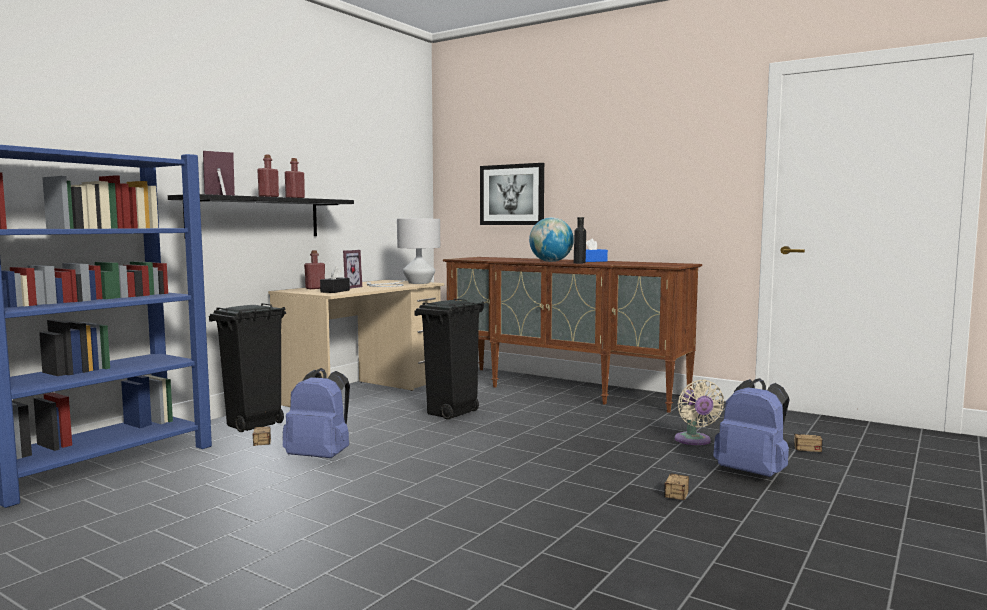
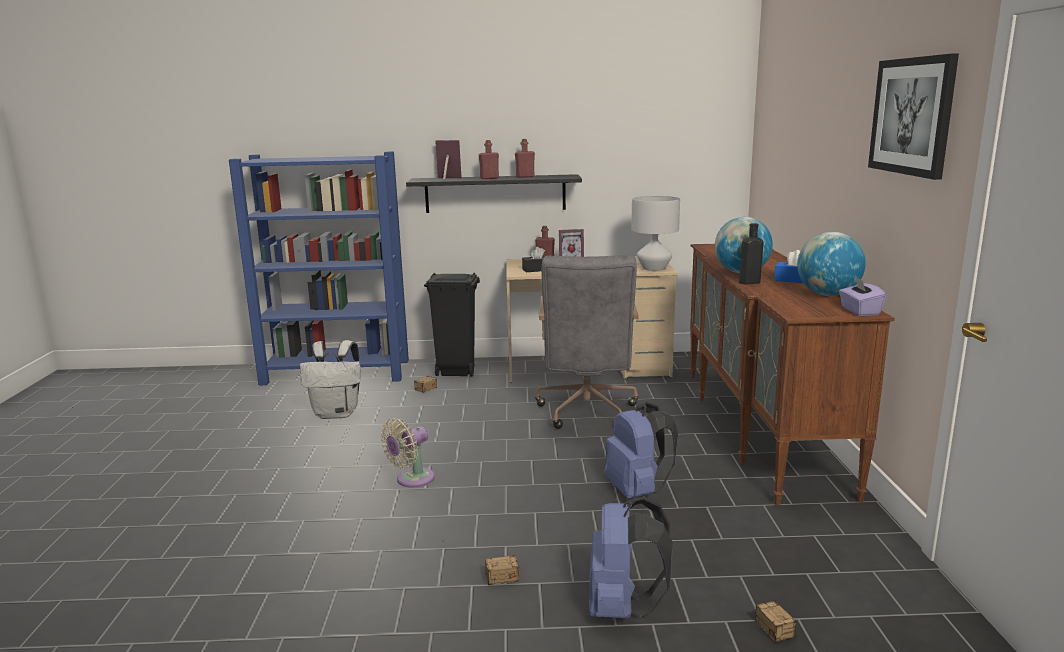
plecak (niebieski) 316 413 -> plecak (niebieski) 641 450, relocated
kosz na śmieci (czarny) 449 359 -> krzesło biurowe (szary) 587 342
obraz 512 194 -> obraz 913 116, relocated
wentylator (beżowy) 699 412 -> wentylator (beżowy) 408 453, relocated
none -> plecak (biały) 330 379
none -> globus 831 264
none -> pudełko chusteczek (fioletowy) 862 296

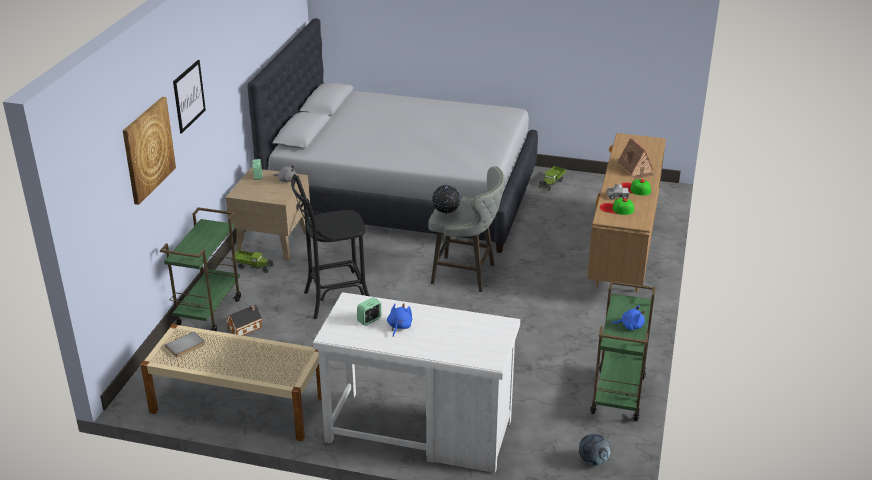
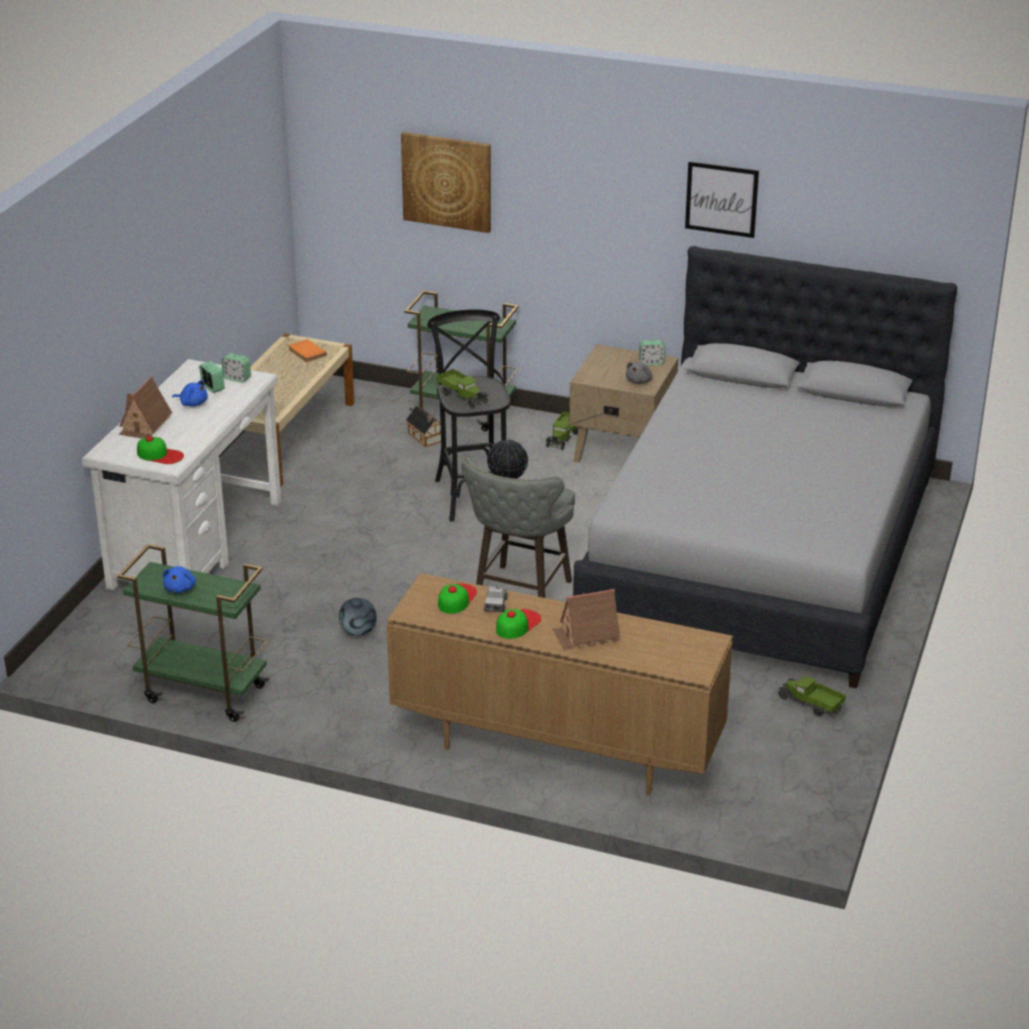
książka (szary) 185 344 -> książka (pomarańczowy) 307 350
obraz 189 96 -> obraz 722 199, relocated
piłka futbolowa 595 450 -> piłka futbolowa 358 617, relocated
none -> domek 145 407
none -> czapka z daszkiem 160 450
none -> budzik 236 368
none -> ciężarówka zabawkowa 462 389

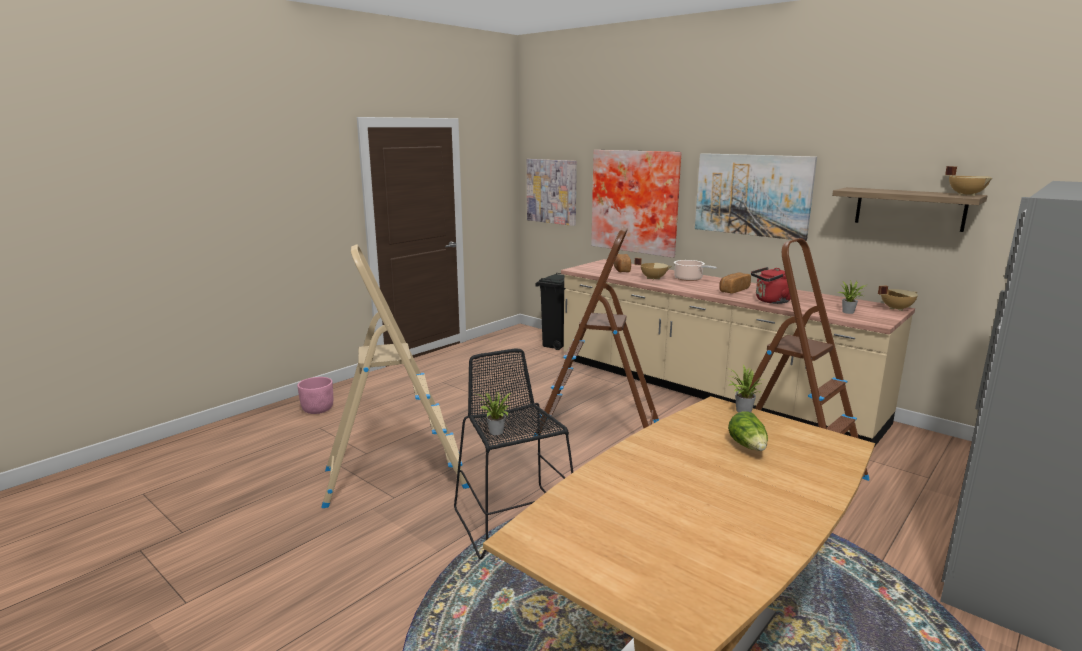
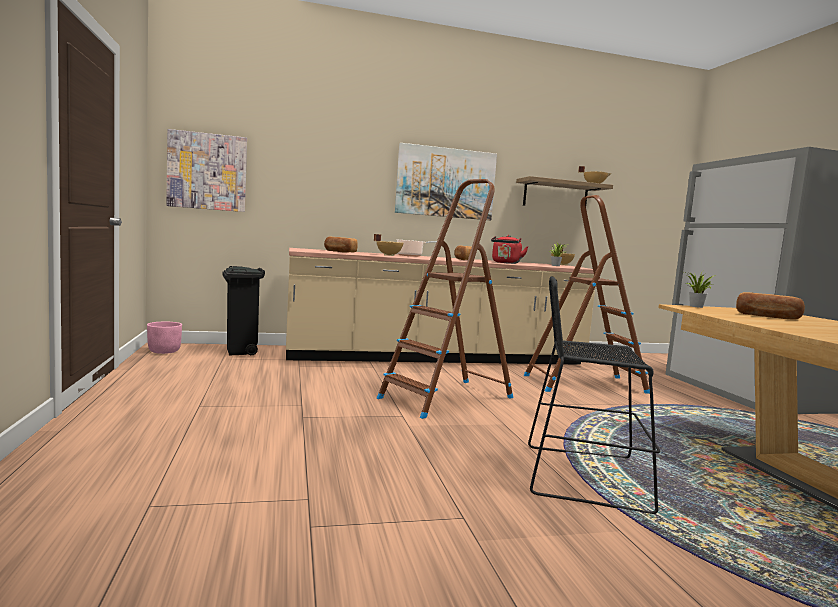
donica (różowy) 315 395 -> donica (różowy) 164 338, relocated
drabinka (beżowy) 395 376 -> none
roślina doniczkowa 495 413 -> none
obraz 636 204 -> none
sałata 748 431 -> chleb 770 305

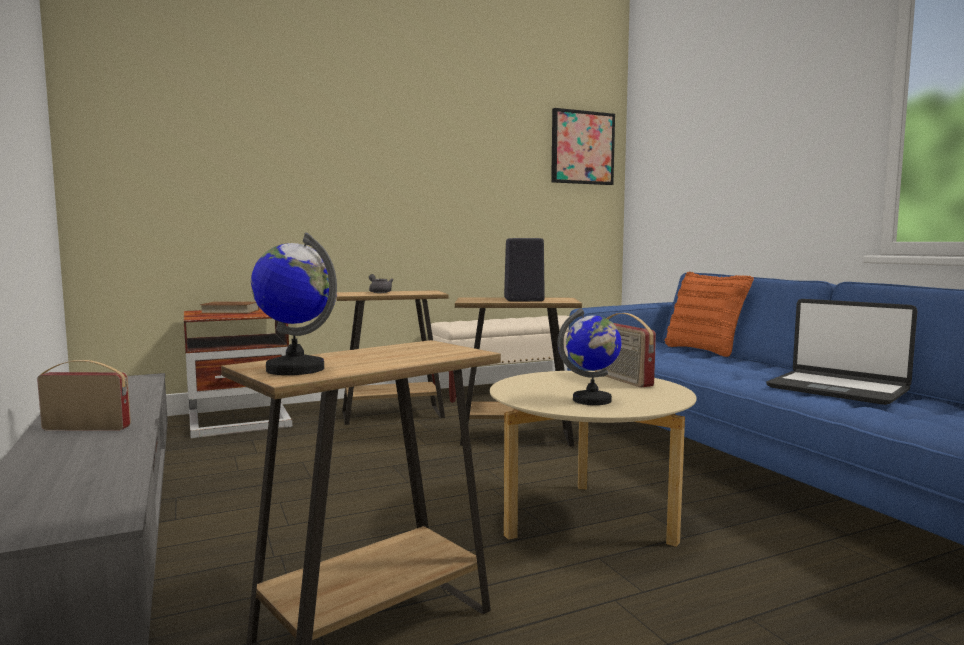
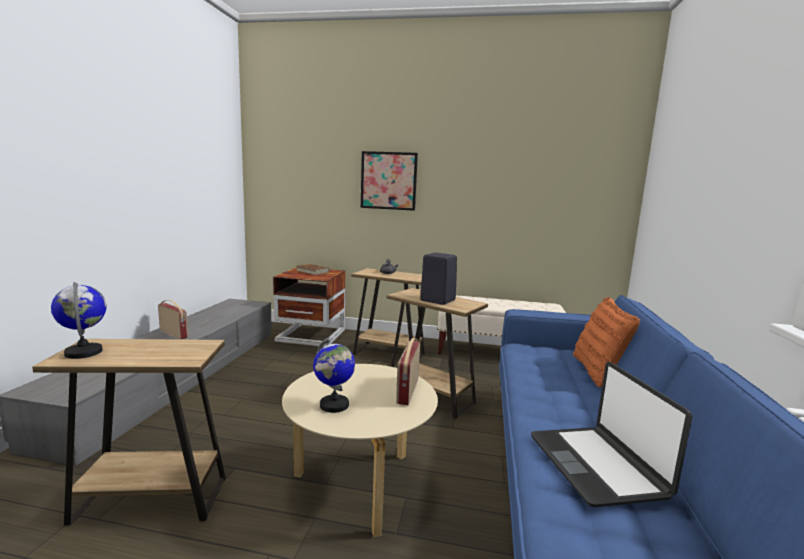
obraz 583 146 -> obraz 389 181, relocated

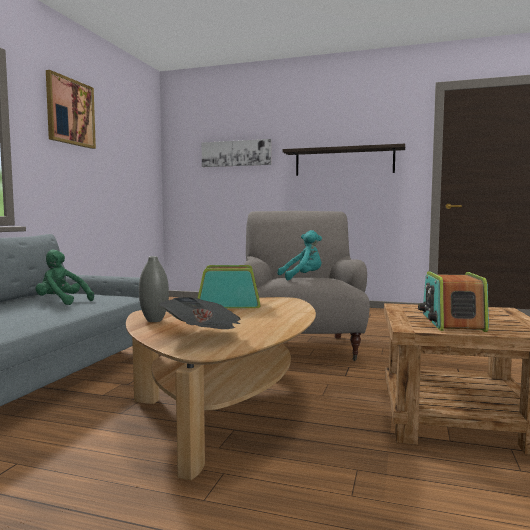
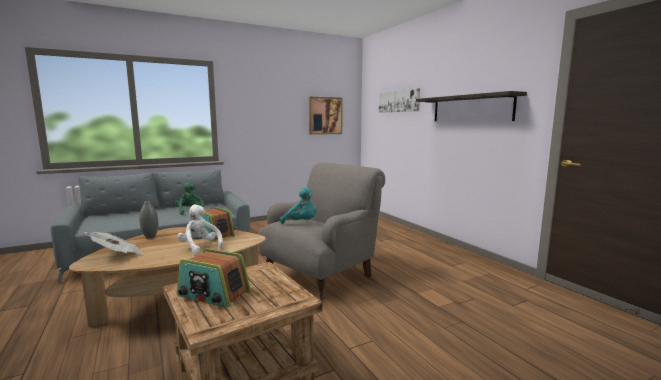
obraz 71 109 -> obraz 326 116, relocated
radio 453 301 -> radio 213 278, 120 degrees counterclockwise
none -> pluszak (biały) 200 229

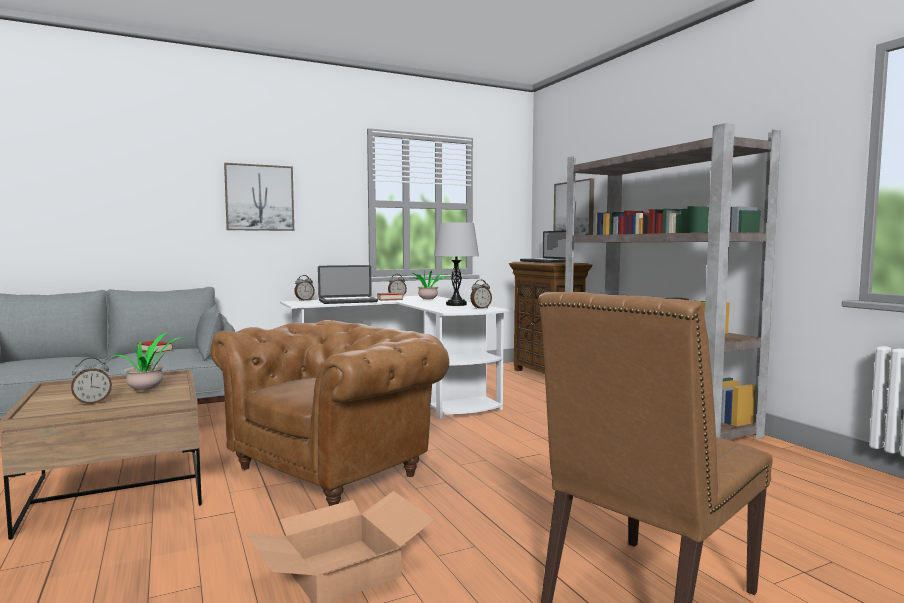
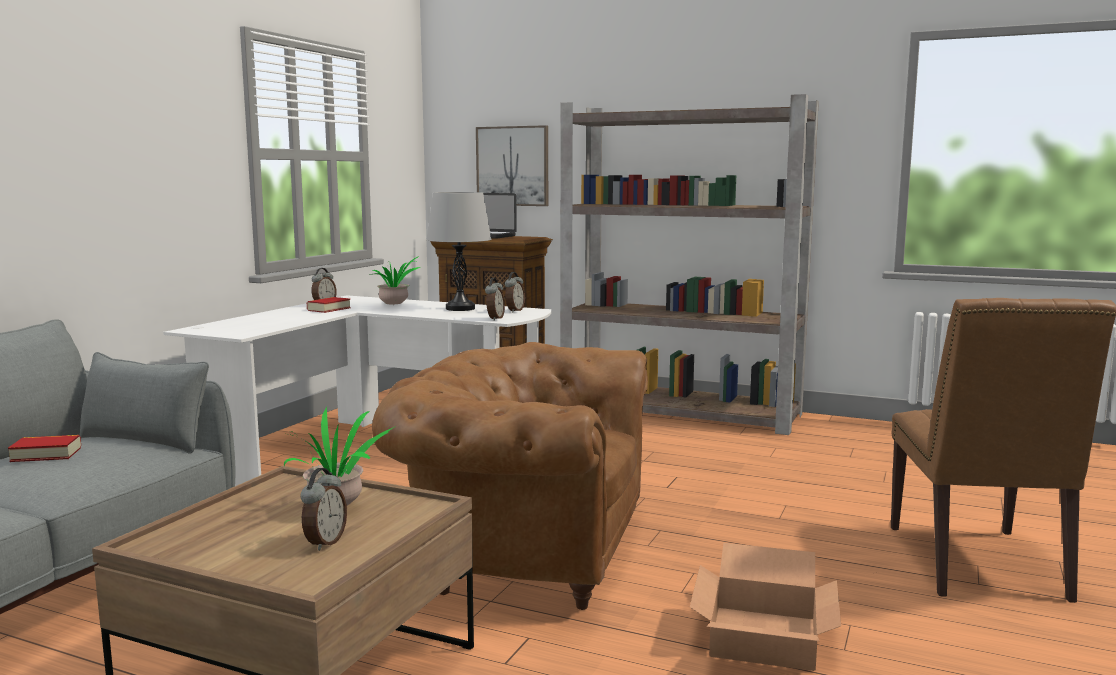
fotel (brązowy) 329 413 -> fotel (brązowy) 510 476, 75 degrees counterclockwise
obraz 259 197 -> none
budzik 304 288 -> budzik 495 299, relocated
laptop 348 284 -> none

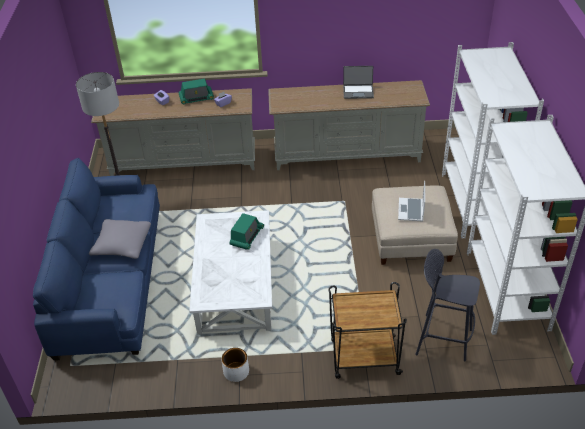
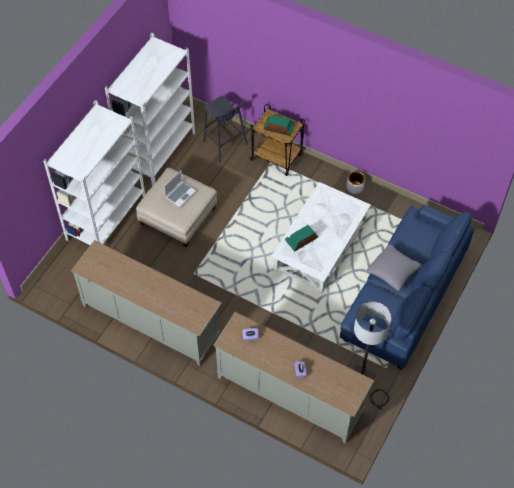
radio 196 91 -> radio 279 125, relocated
laptop 358 82 -> none

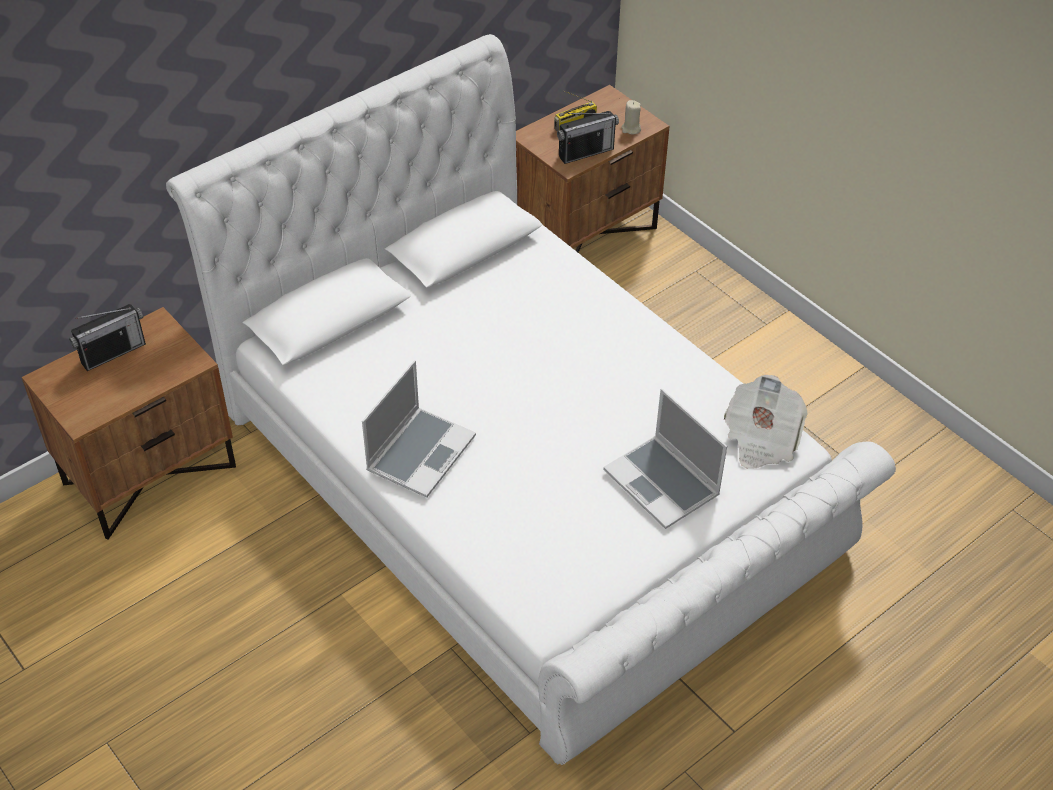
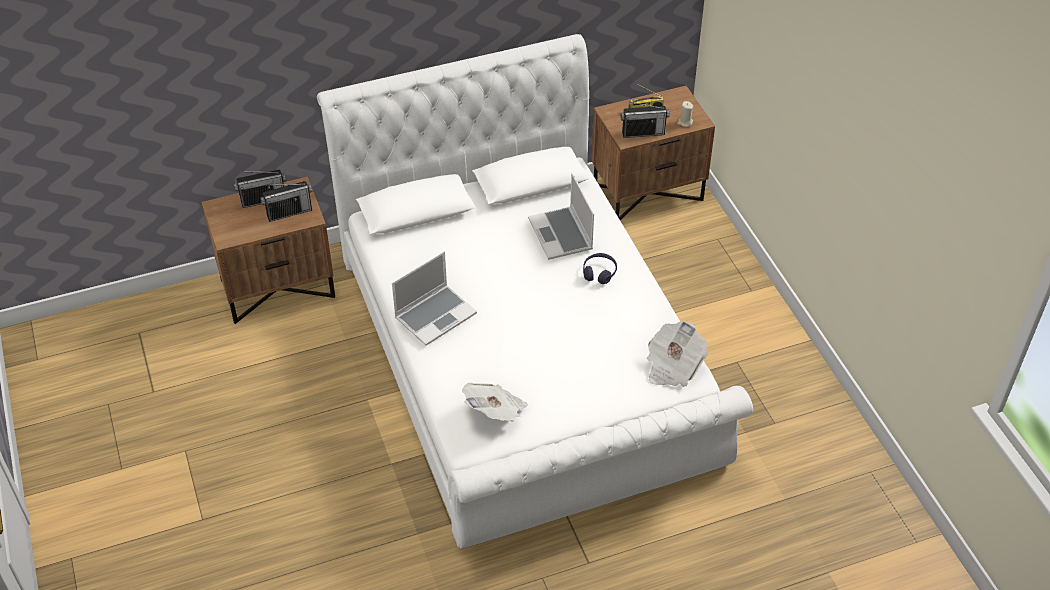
laptop 665 459 -> laptop 561 216, relocated
none -> radio 286 201
none -> gazeta 495 402
none -> słuchawki (fioletowy) 600 268

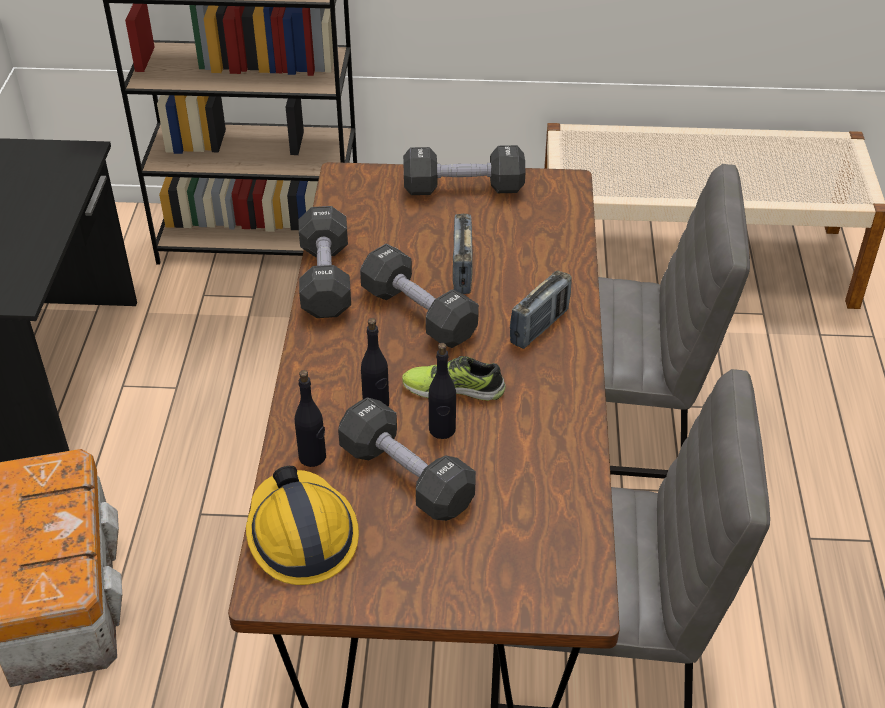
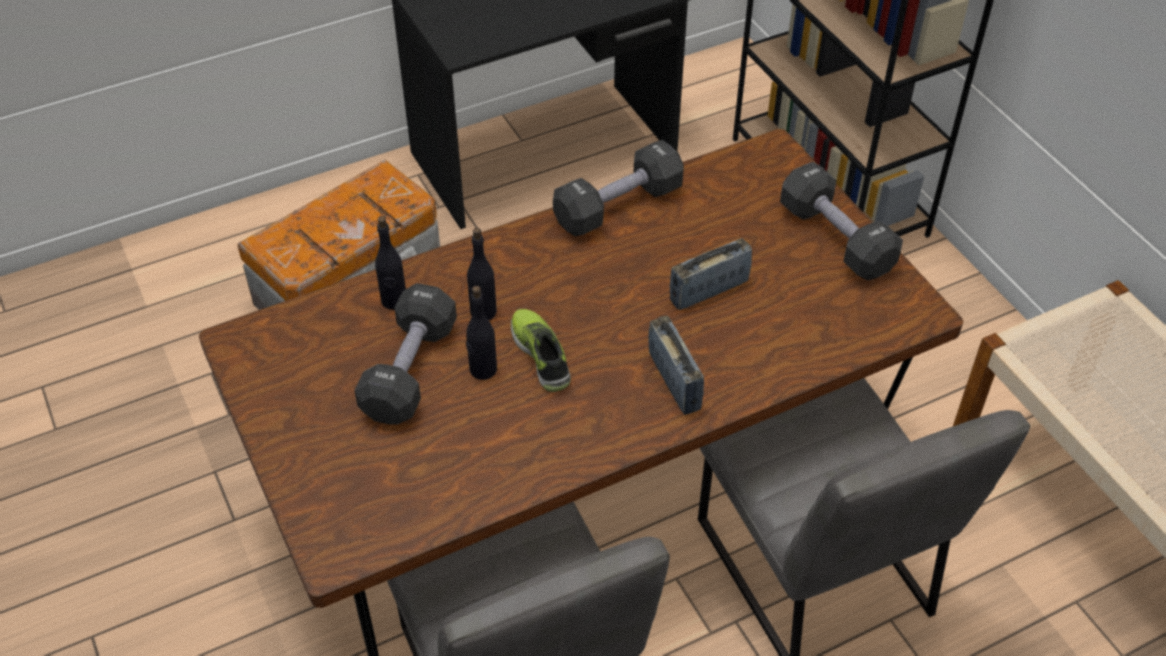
kask 302 525 -> none
hantel (czarny) 419 296 -> none
radio 541 309 -> radio 676 365, 120 degrees counterclockwise

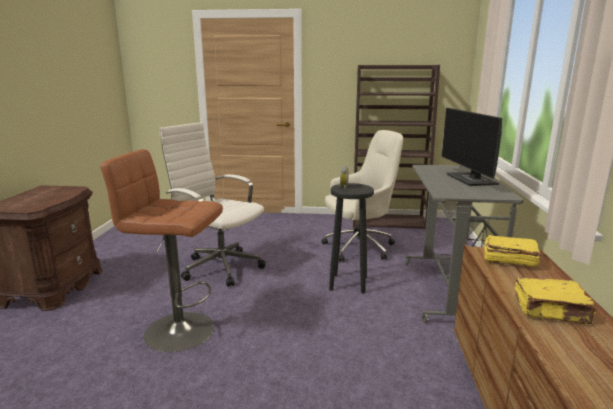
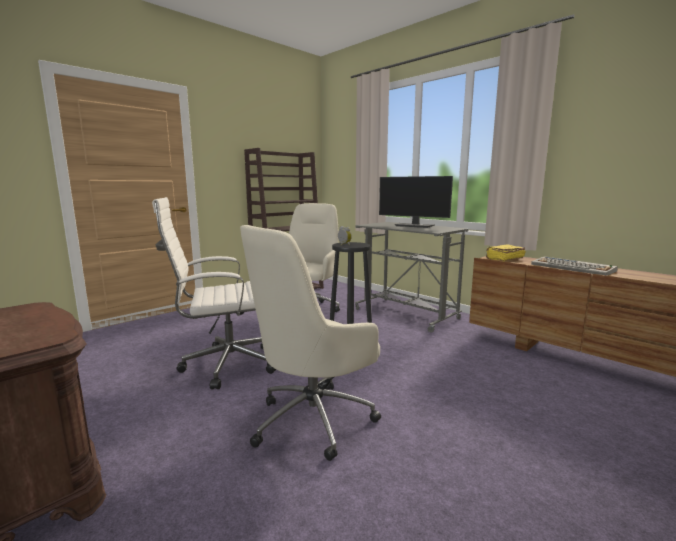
stołek (brązowy) 161 250 -> krzesło biurowe (beżowy) 310 343
książka (żółty) 555 300 -> klawiatura 574 266

